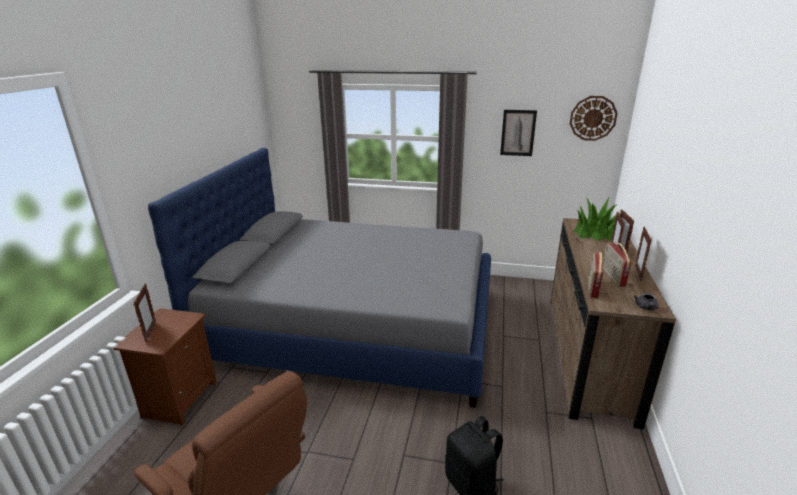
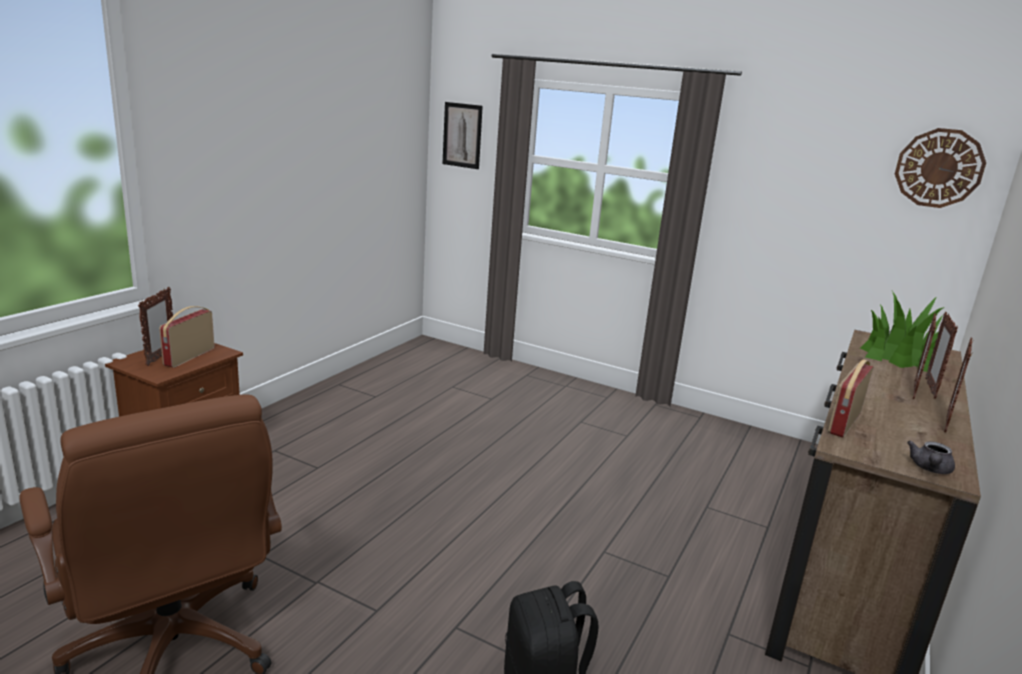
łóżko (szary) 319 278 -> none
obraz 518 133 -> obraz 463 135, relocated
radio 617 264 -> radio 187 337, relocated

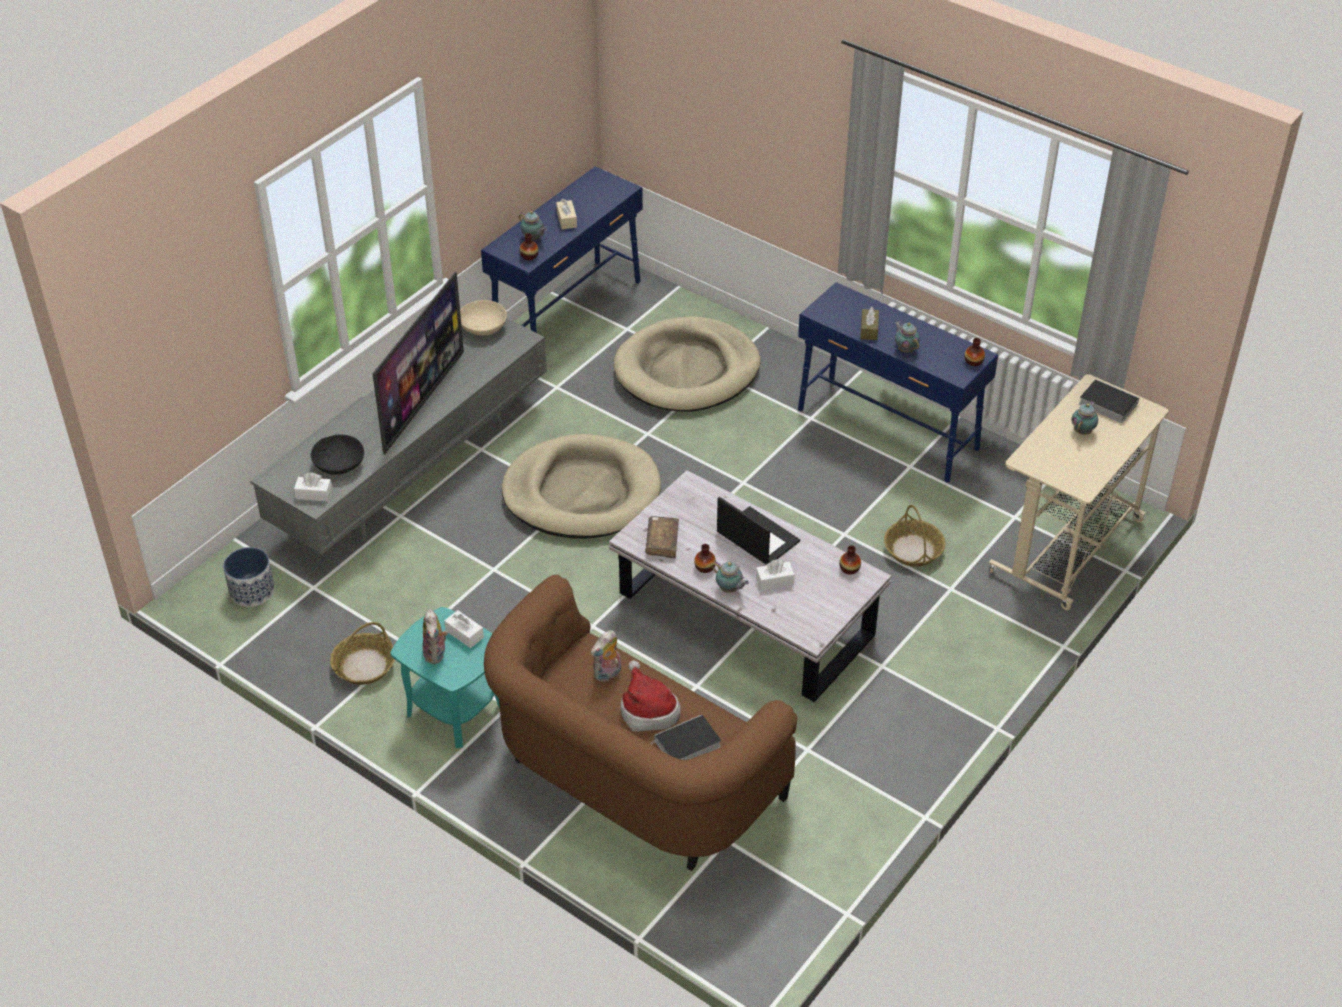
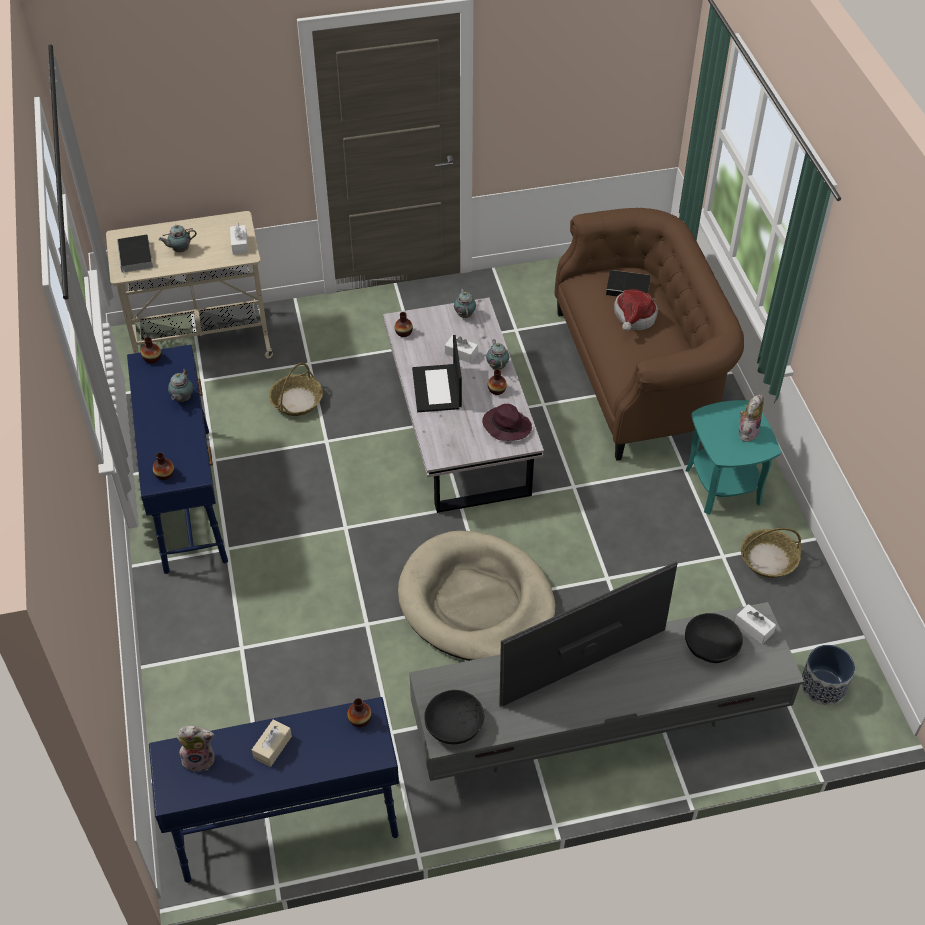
pudełko chusteczek (biały) 464 629 -> pudełko chusteczek (biały) 239 239, relocated
miska (beżowy) 483 318 -> miska (czarny) 454 717
imbryk 533 225 -> imbryk 465 303, relocated
pluszak 606 656 -> pluszak 196 749, relocated
legowisko (beżowy) 687 364 -> none
książka (brązowy) 662 537 -> kapelusz (fioletowy) 507 422
pudełko chusteczek (brązowy) 869 323 -> none
none -> wazon 163 466

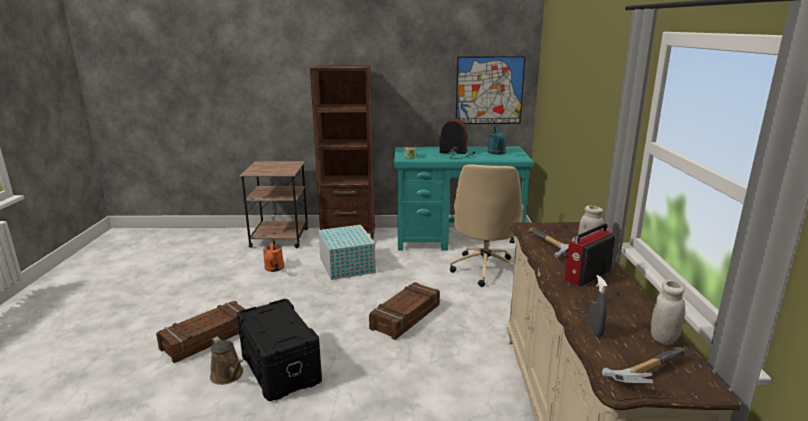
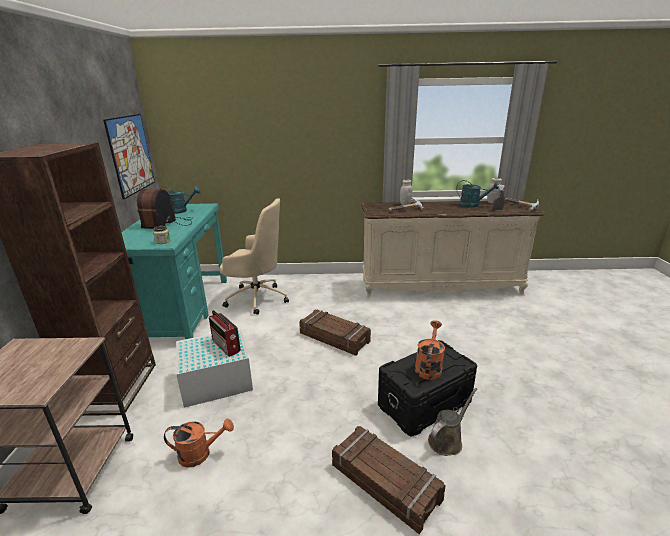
radio 590 254 -> radio 225 333, relocated
none -> konewka (pomarańczowy) 430 350
none -> konewka (turkusowy) 478 193

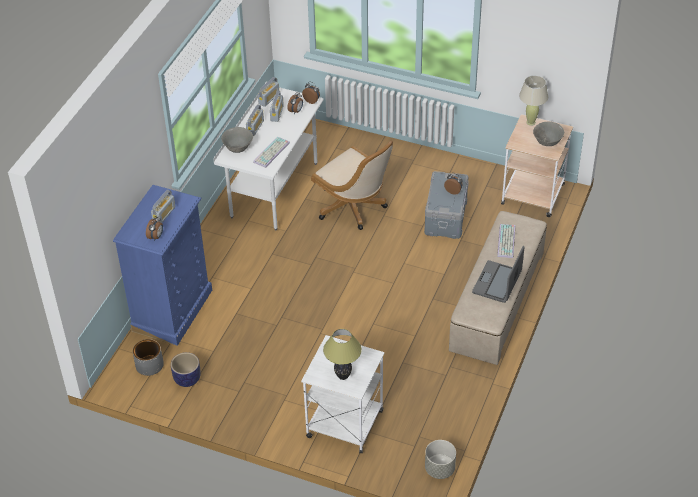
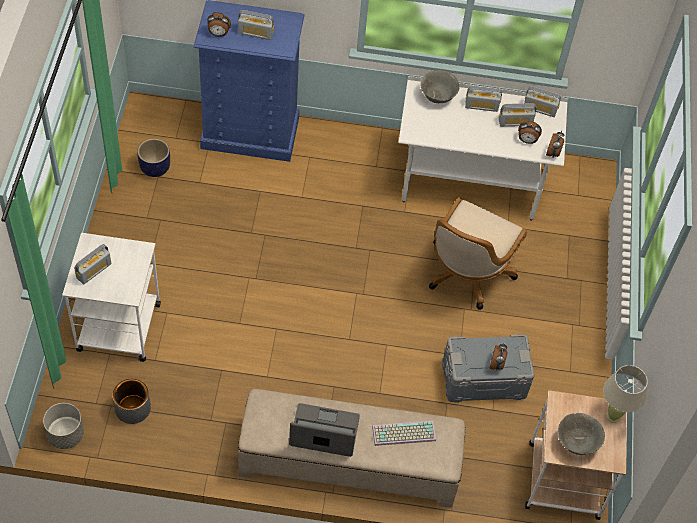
donica (szary) 148 357 -> donica (szary) 132 401, relocated
klawiatura 271 152 -> none
lampa stołowa 342 354 -> radio 92 264

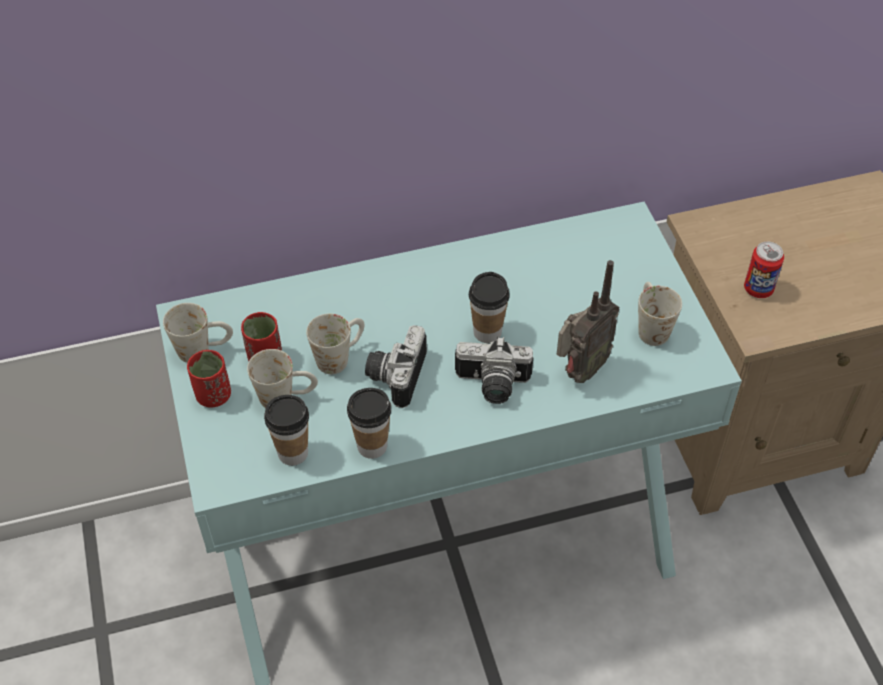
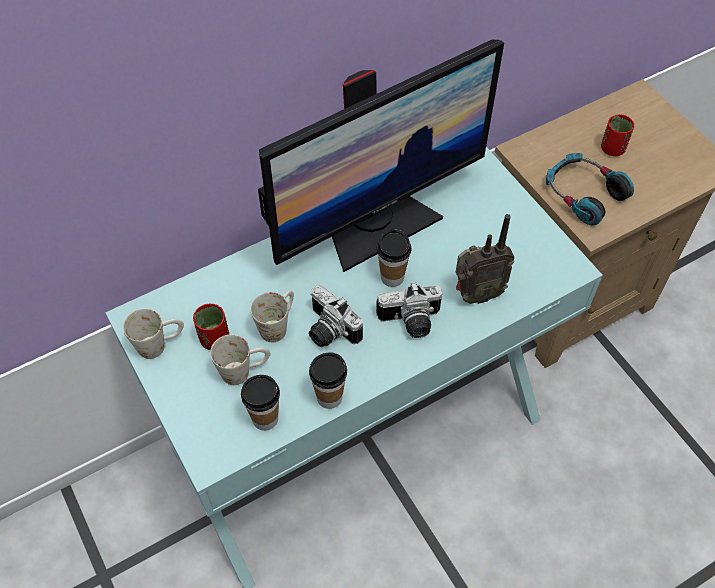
filiżanka (czerwony) 209 379 -> filiżanka (czerwony) 617 135, relocated
aparat fotograficzny 396 366 -> aparat fotograficzny 336 316, 45 degrees counterclockwise
radio 588 321 -> radio 485 259, 45 degrees clockwise
kubek (biały) 660 314 -> none
puszka 764 270 -> słuchawki 590 189
none -> monitor 381 155

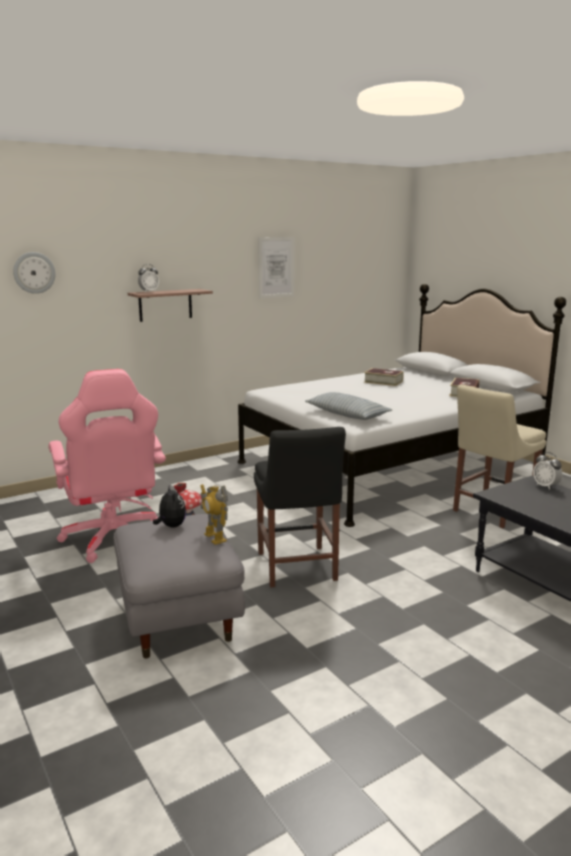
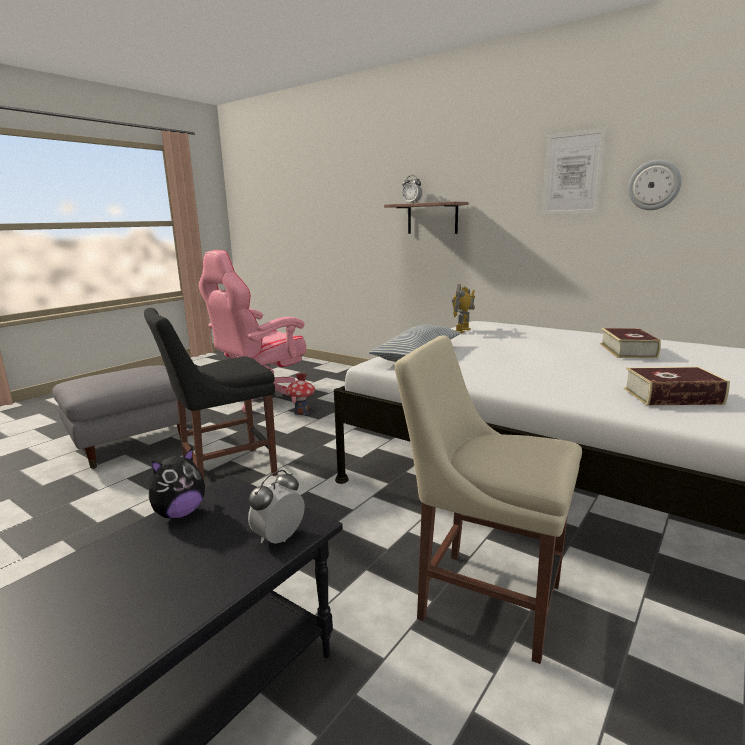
zegar ścienny 34 273 -> zegar ścienny 655 185, relocated
pluszak 169 506 -> pluszak 177 483, relocated
robot zabawkowy 214 514 -> robot zabawkowy 463 308, relocated

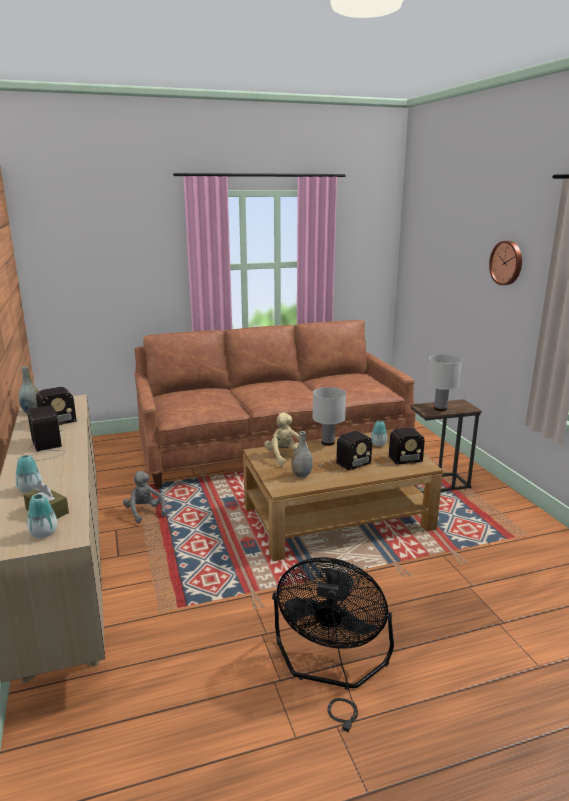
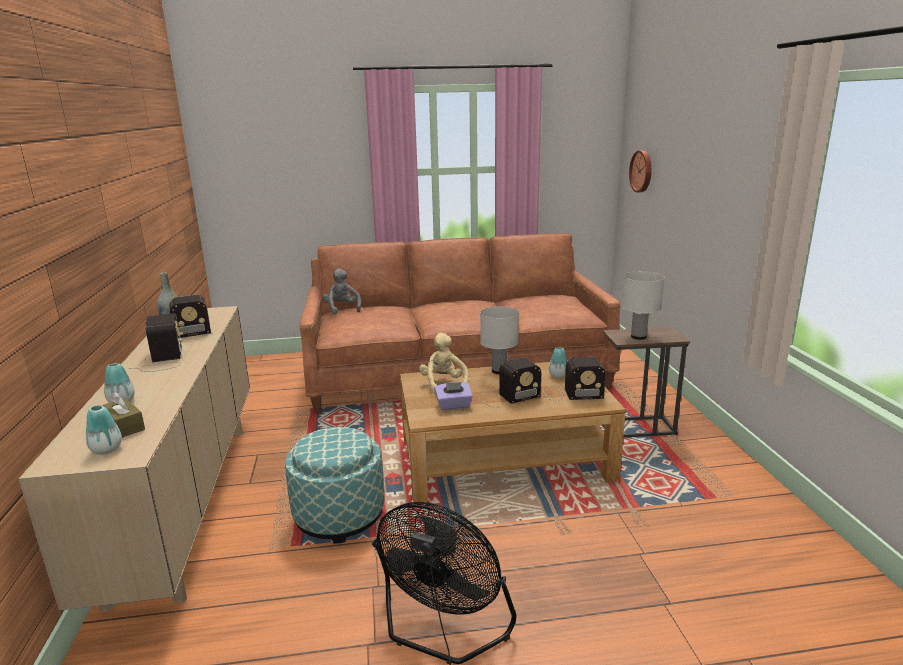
pluszak (szary) 144 497 -> pluszak (szary) 341 292, relocated
wazon (szary) 302 454 -> pudełko chusteczek (fioletowy) 453 396
zegar ścienny 505 263 -> zegar ścienny 640 171, relocated
none -> pufa 334 485

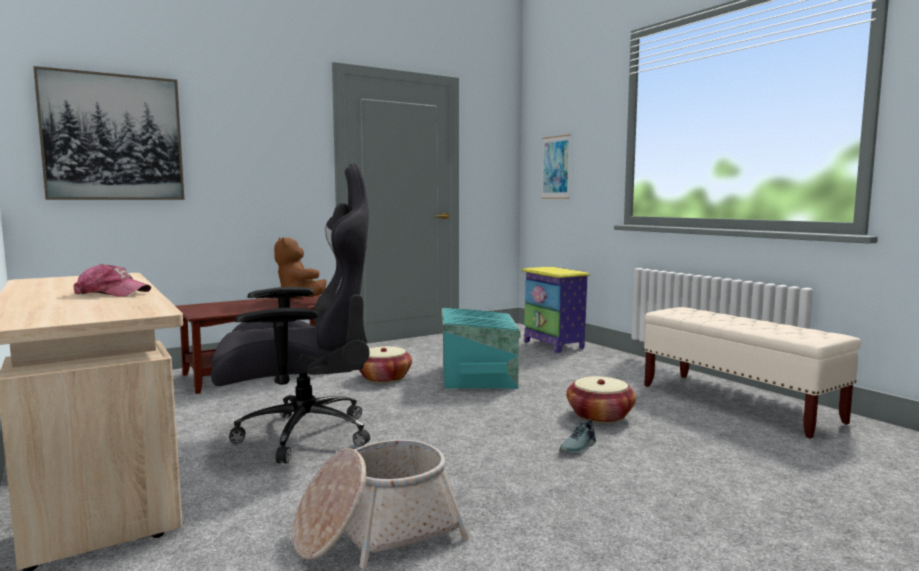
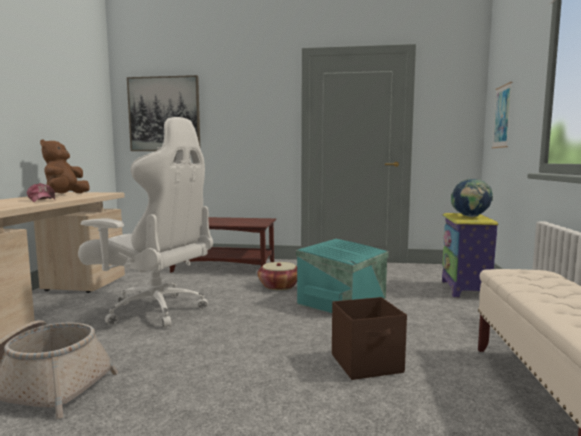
krzesło biurowe (czarny) 290 313 -> krzesło biurowe (biały) 145 222
pluszak (brązowy) 300 268 -> pluszak (brązowy) 64 166, relocated
but 577 436 -> none
koszyk 601 399 -> pojemnik do przechowywania (brązowy) 369 338
none -> globus 472 197

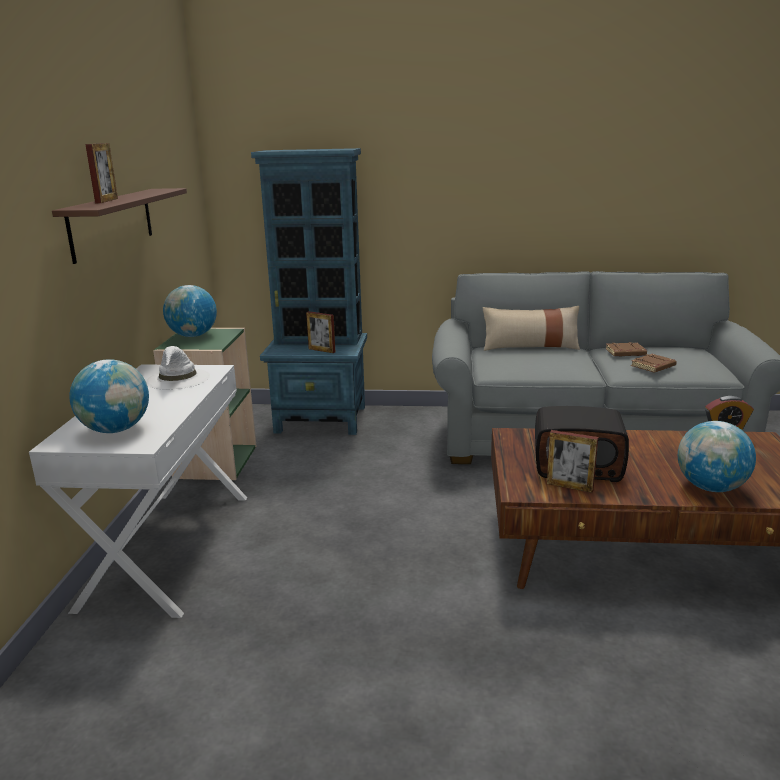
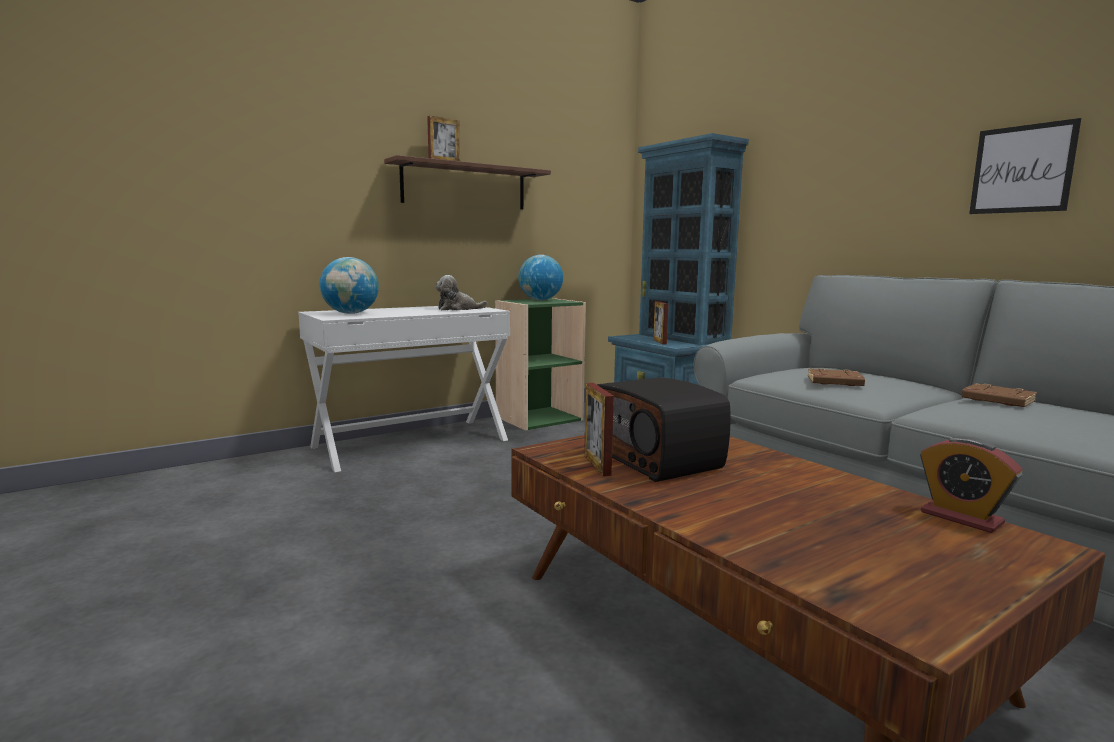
kapelusz (biały) 178 368 -> pluszak 461 292
poduszka (beżowy) 531 328 -> none
książka (brązowy) 654 363 -> książka (brązowy) 836 377, relocated
globus 717 456 -> none
none -> obraz 1025 166

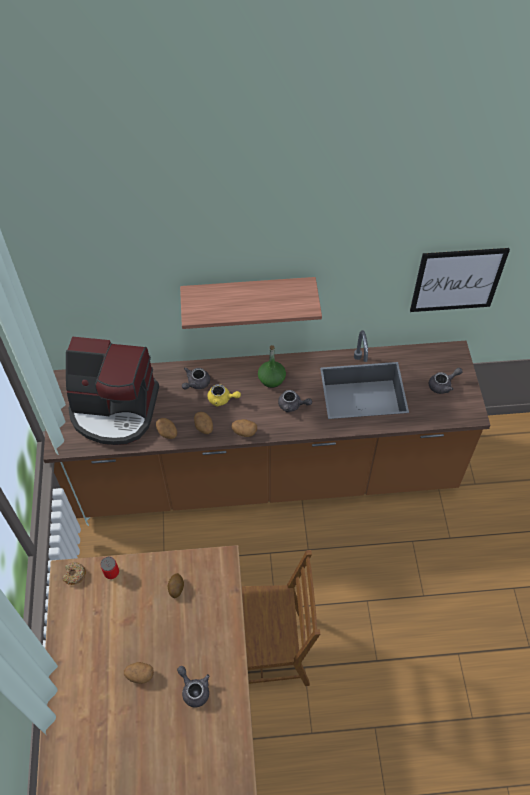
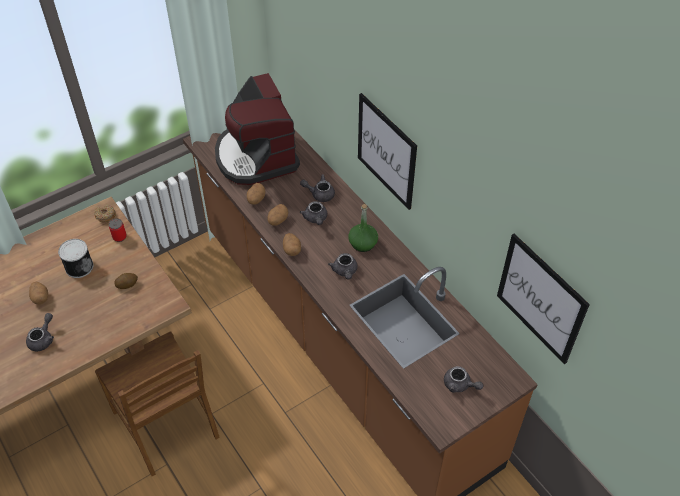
półka 251 303 -> obraz 387 151
imbryk (żółty) 224 395 -> imbryk (szary) 313 213
none -> puszka 75 258

